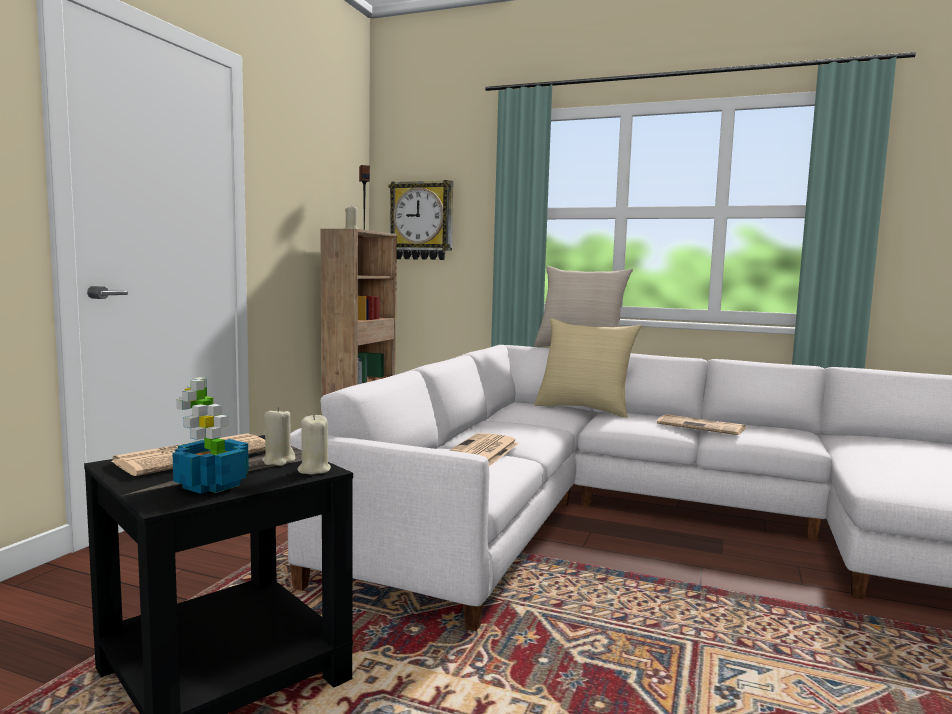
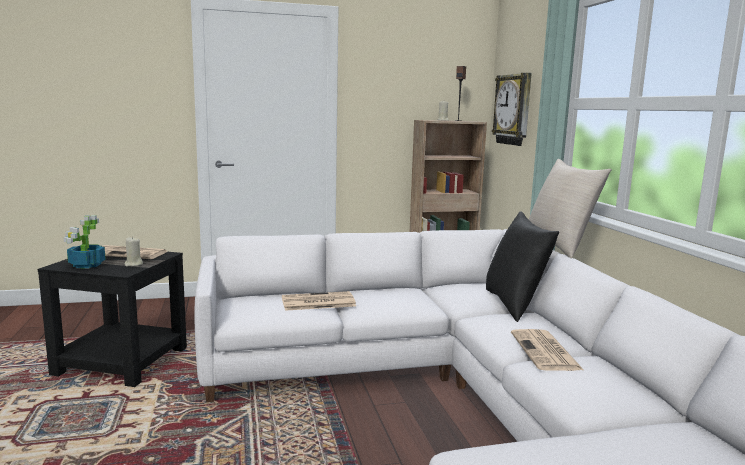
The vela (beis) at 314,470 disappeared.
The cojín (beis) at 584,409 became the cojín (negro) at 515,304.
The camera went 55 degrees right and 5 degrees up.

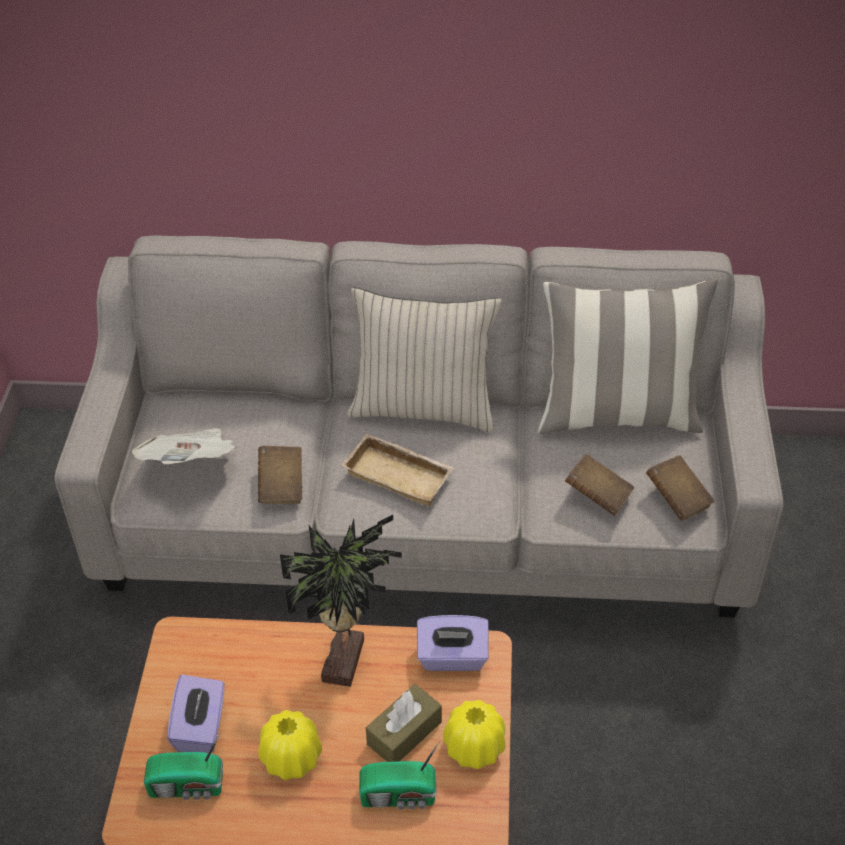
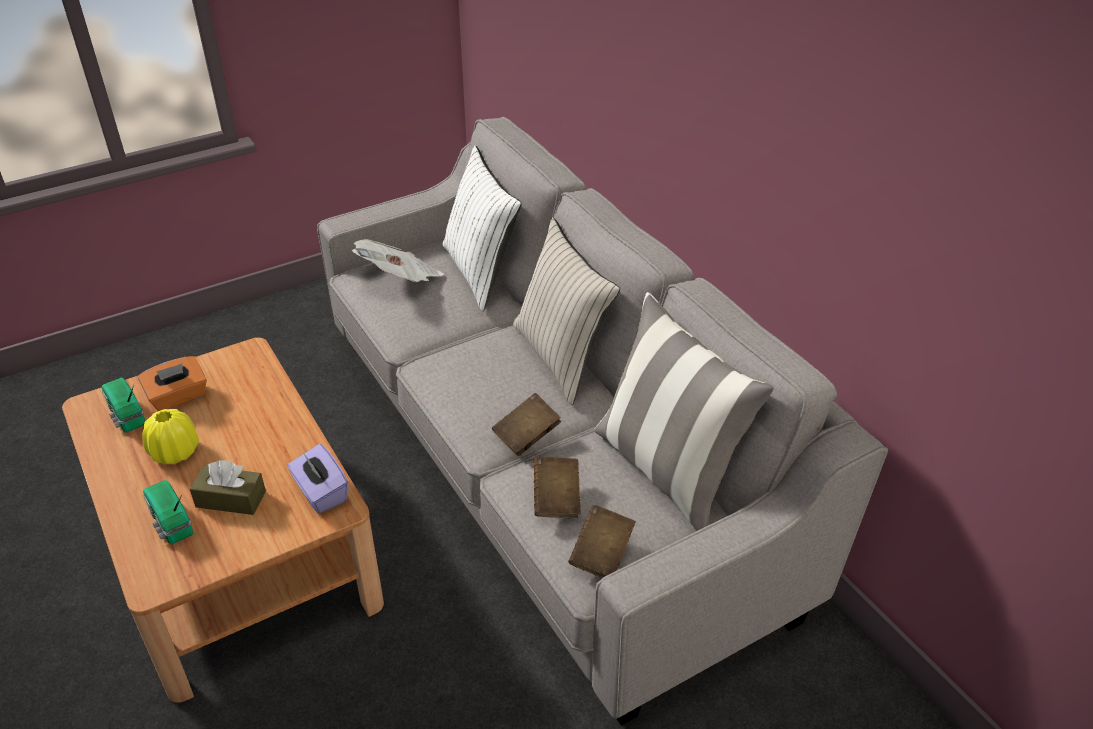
The caja de pañuelos (morado) at 201,727 became the caja de pañuelos (naranja) at 178,398.
The libro (marrón) moved from 281,486 to 526,436.
The planta en maceta at 348,660 disappeared.
The bandeja (beis) at 400,474 disappeared.
The florero (amarillo) at 474,748 disappeared.
The cojín (blanco) at 481,273 appeared.
The camera went 55 degrees right and 5 degrees down.

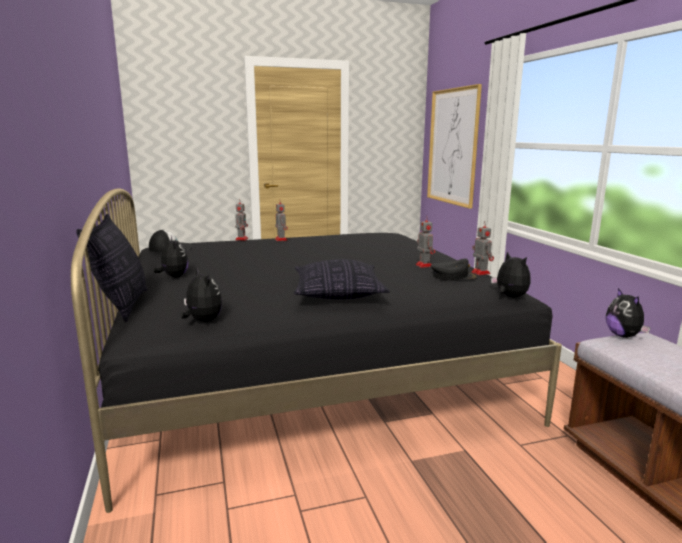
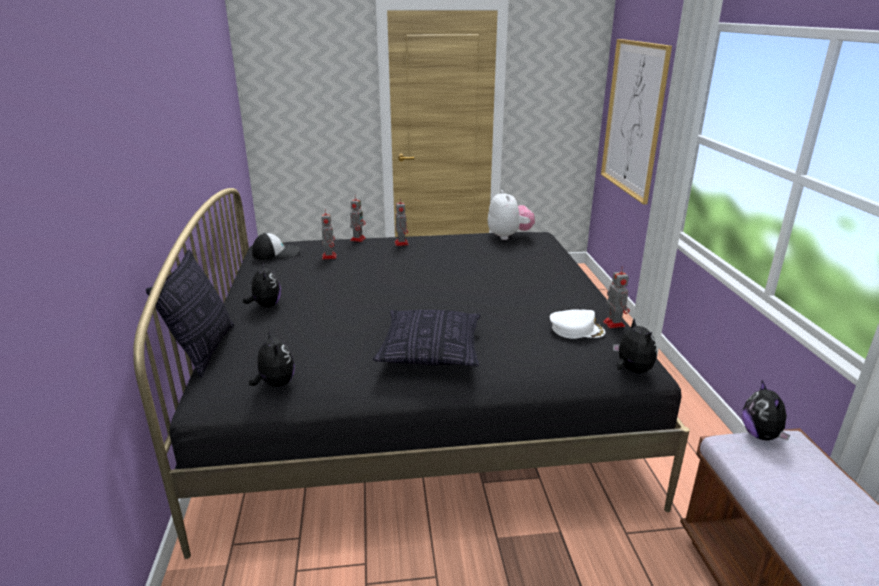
The robot de juguete moved from 423,265 to 329,256.
The gorra (negro) at 453,276 became the gorra (blanco) at 576,329.
The peluche at 508,236 appeared.
The camera went 10 degrees right and 10 degrees up.

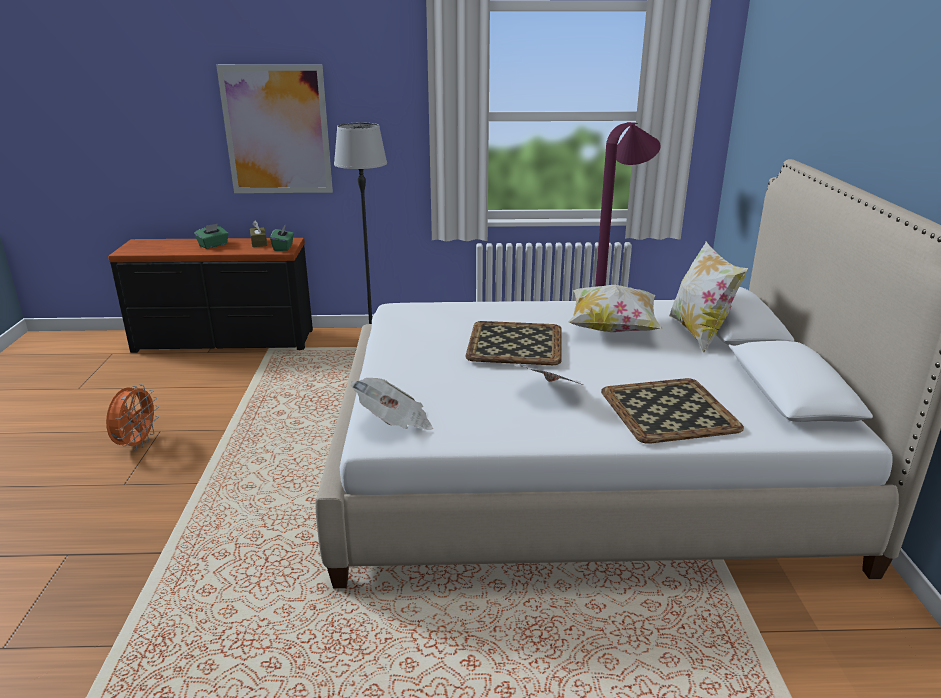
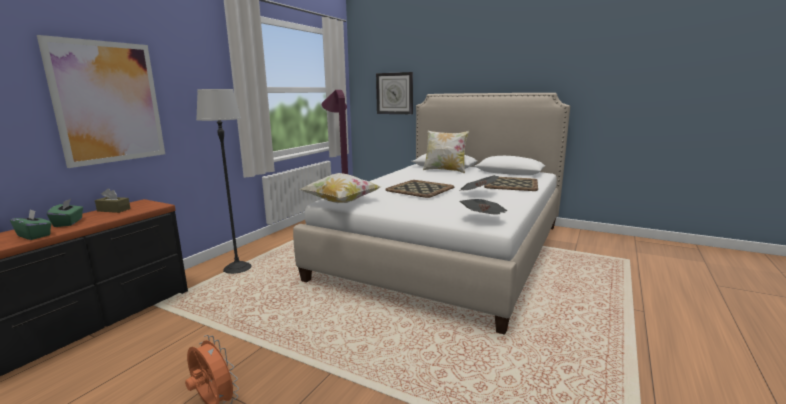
The caja de pañuelos (verde) moved from 283,247 to 34,235.
The cojín moved from 612,329 to 341,202.
The reloj de pared at 394,93 appeared.
The camera went 60 degrees left and 10 degrees down.

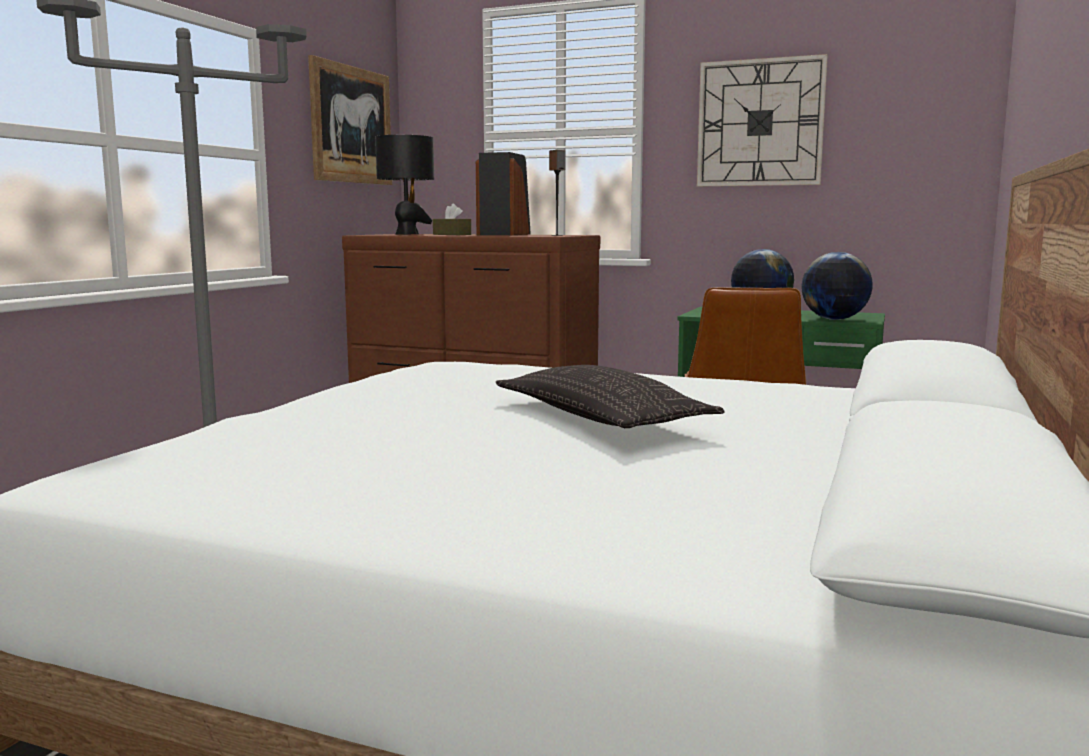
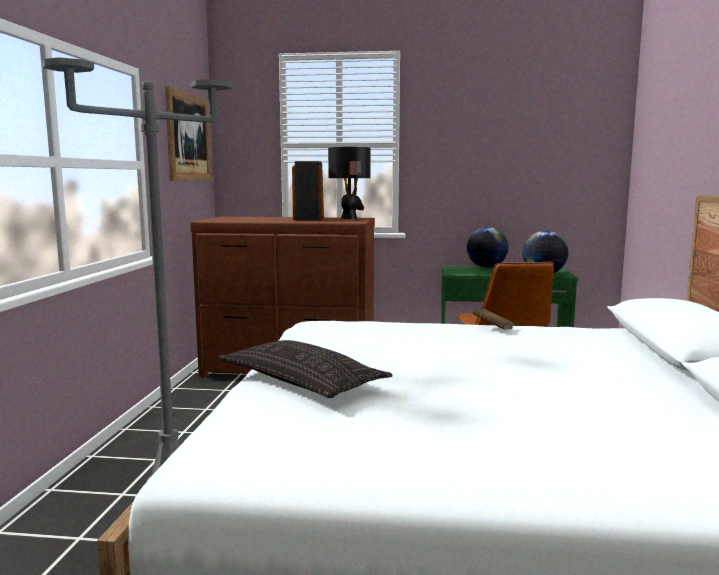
The lámpara de mesa (negro) moved from 407,234 to 349,218.
The caja de pañuelos (marrón) at 452,234 disappeared.
The cojín moved from 600,416 to 301,380.
The reloj de pared at 760,123 disappeared.
The libro (marrón) at 493,328 appeared.
The camera went 15 degrees left and 0 degrees up.

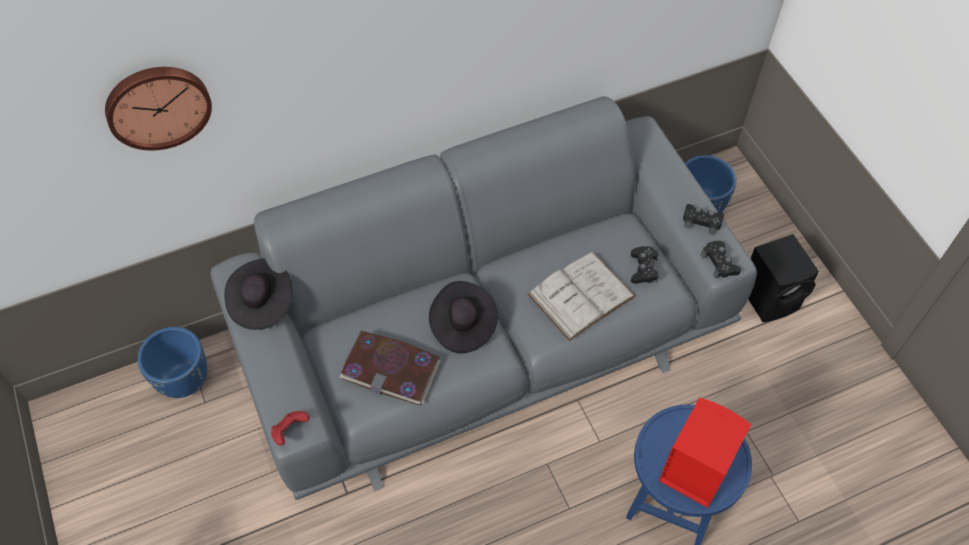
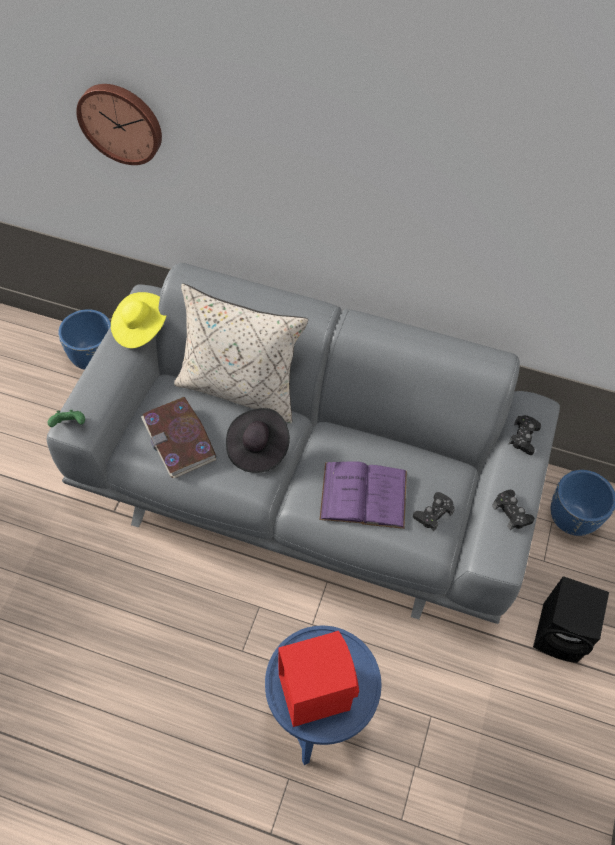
The sombrero (negro) at 261,303 became the sombrero (amarillo) at 140,329.
The mando de consola (rojo) at 290,431 became the mando de consola (verde) at 69,424.
The libro (blanco) at 581,295 became the libro (morado) at 363,495.
The mando de consola (negro) moved from 719,263 to 523,437.
The cojín (beis) at 240,388 appeared.
The camera went 40 degrees right and 0 degrees up.

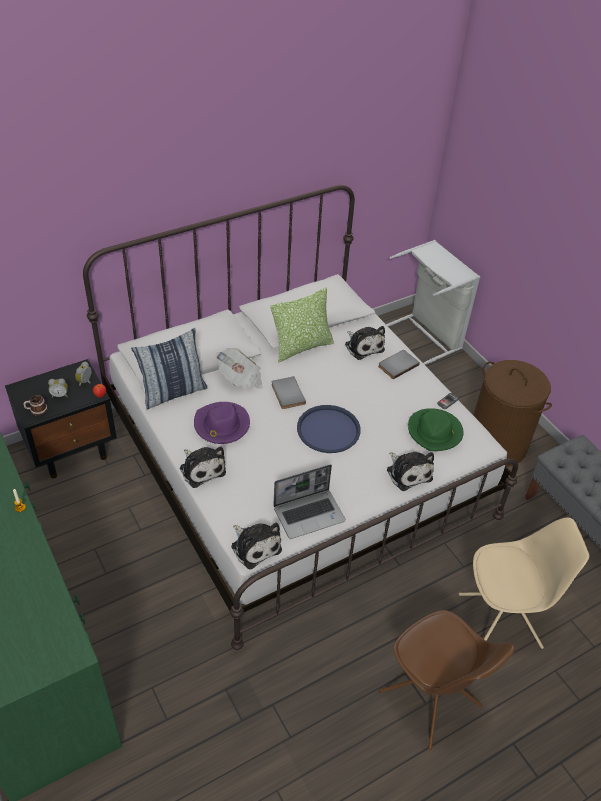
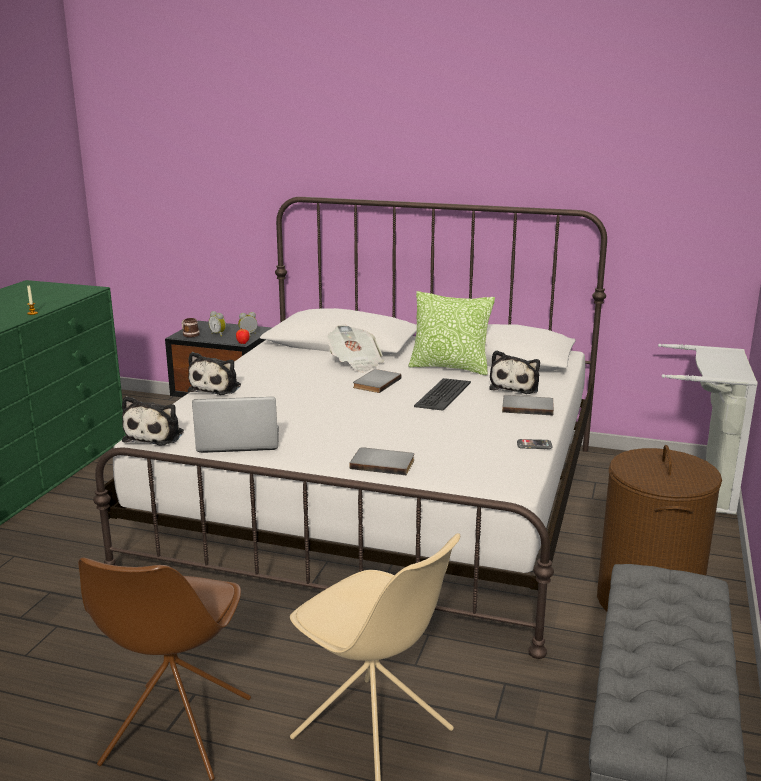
The cojín at 173,392 disappeared.
The sombrero (morado) at 221,425 disappeared.
The portátil at 309,514 turned 150 degrees clockwise.
The bandeja (azul) at 328,430 disappeared.
The peluche at 408,472 was replaced by the libro (gris) at 383,463.
The sombrero (verde) at 435,432 disappeared.
The teclado at 442,395 appeared.
The camera went 50 degrees right and 25 degrees down.

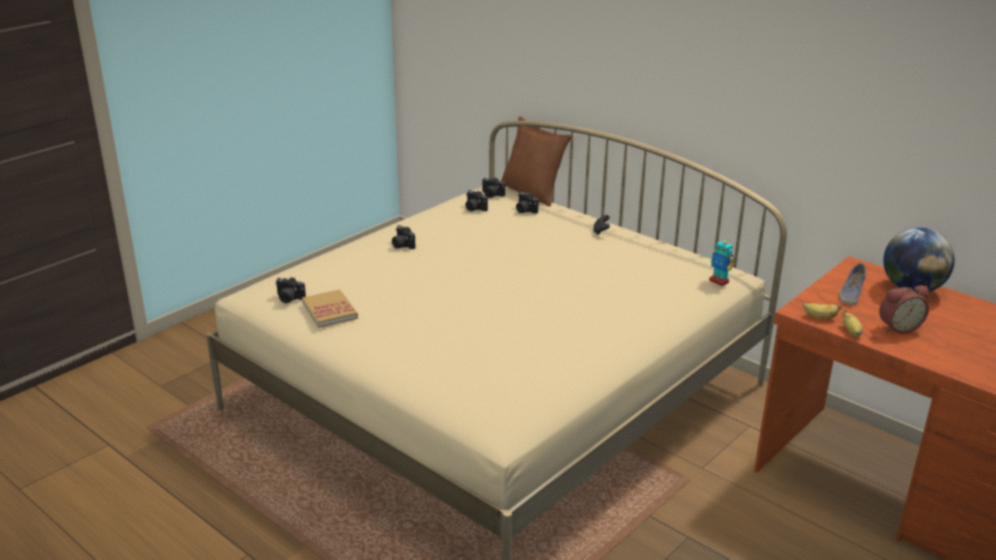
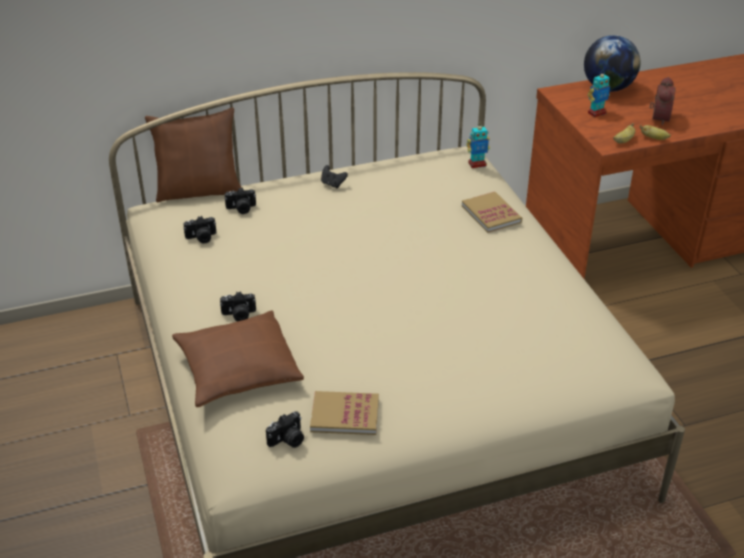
The cámara at 491,195 disappeared.
The zapato at 851,293 was replaced by the robot de juguete at 596,113.
The cojín (marrón) at 237,368 appeared.
The libro at 491,214 appeared.
The camera went 60 degrees left and 10 degrees up.

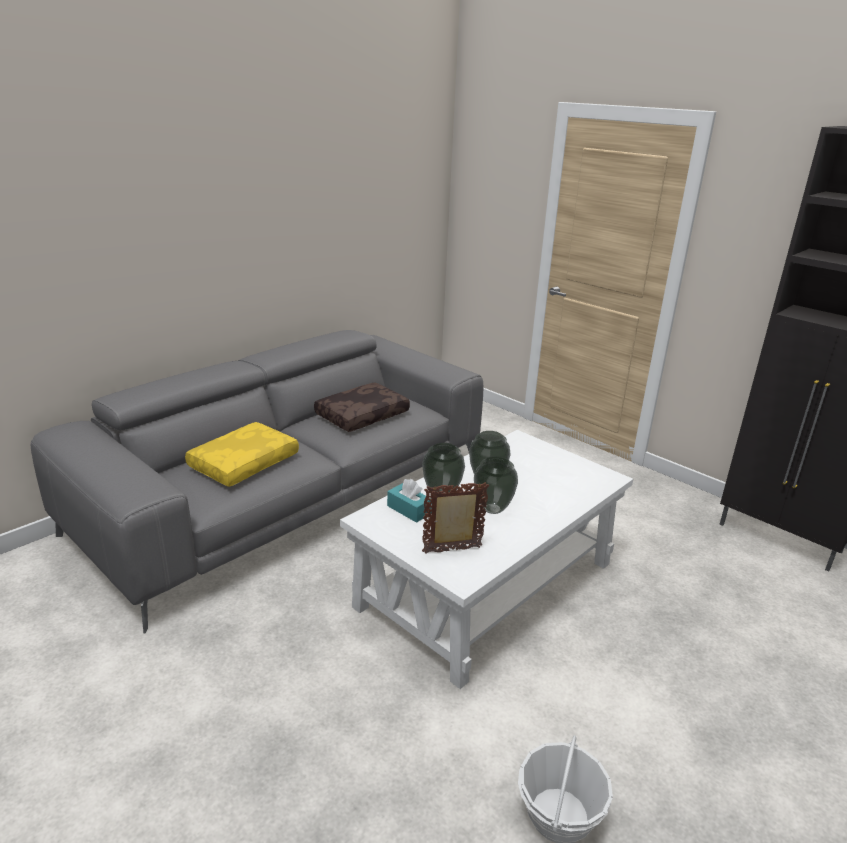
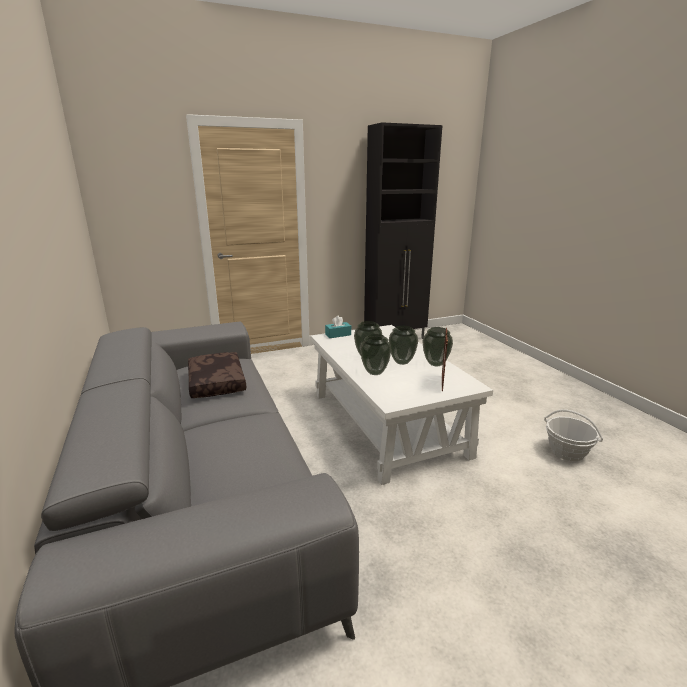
The cojín (amarillo) at 244,463 disappeared.
The caja de pañuelos (turquesa) moved from 409,510 to 338,334.
The florero at 435,364 appeared.
The camera went 65 degrees left and 5 degrees down.

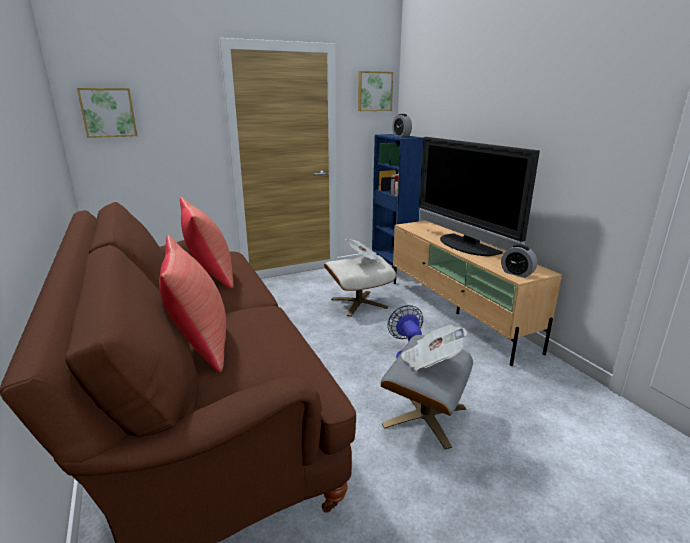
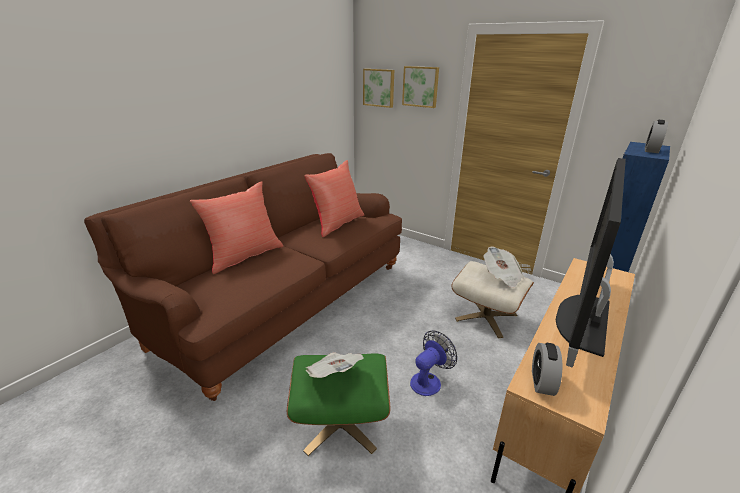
The cuadro moved from 374,91 to 421,86.
The puf (gris) at 424,416 became the puf (verde) at 341,423.
The camera went 60 degrees right and 5 degrees up.

